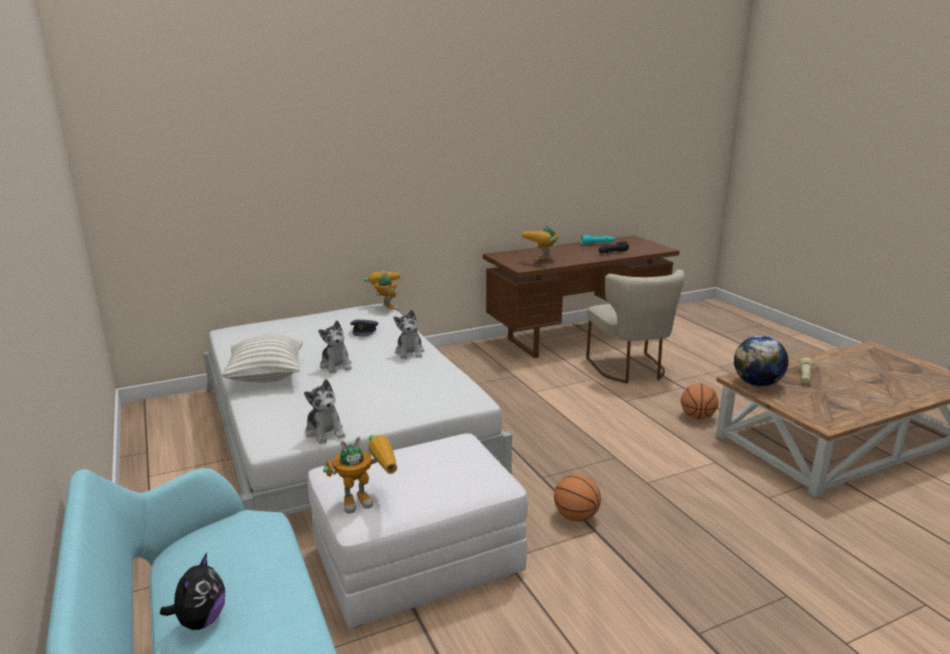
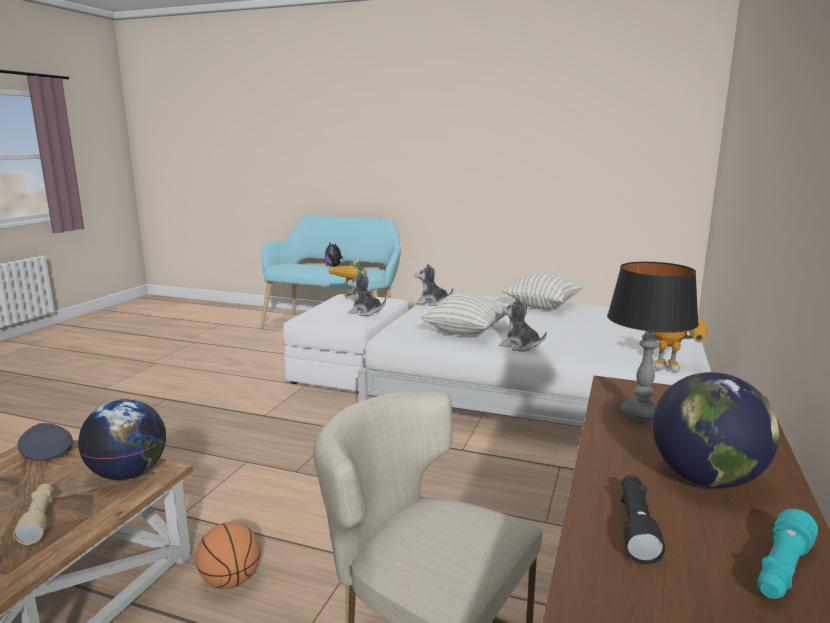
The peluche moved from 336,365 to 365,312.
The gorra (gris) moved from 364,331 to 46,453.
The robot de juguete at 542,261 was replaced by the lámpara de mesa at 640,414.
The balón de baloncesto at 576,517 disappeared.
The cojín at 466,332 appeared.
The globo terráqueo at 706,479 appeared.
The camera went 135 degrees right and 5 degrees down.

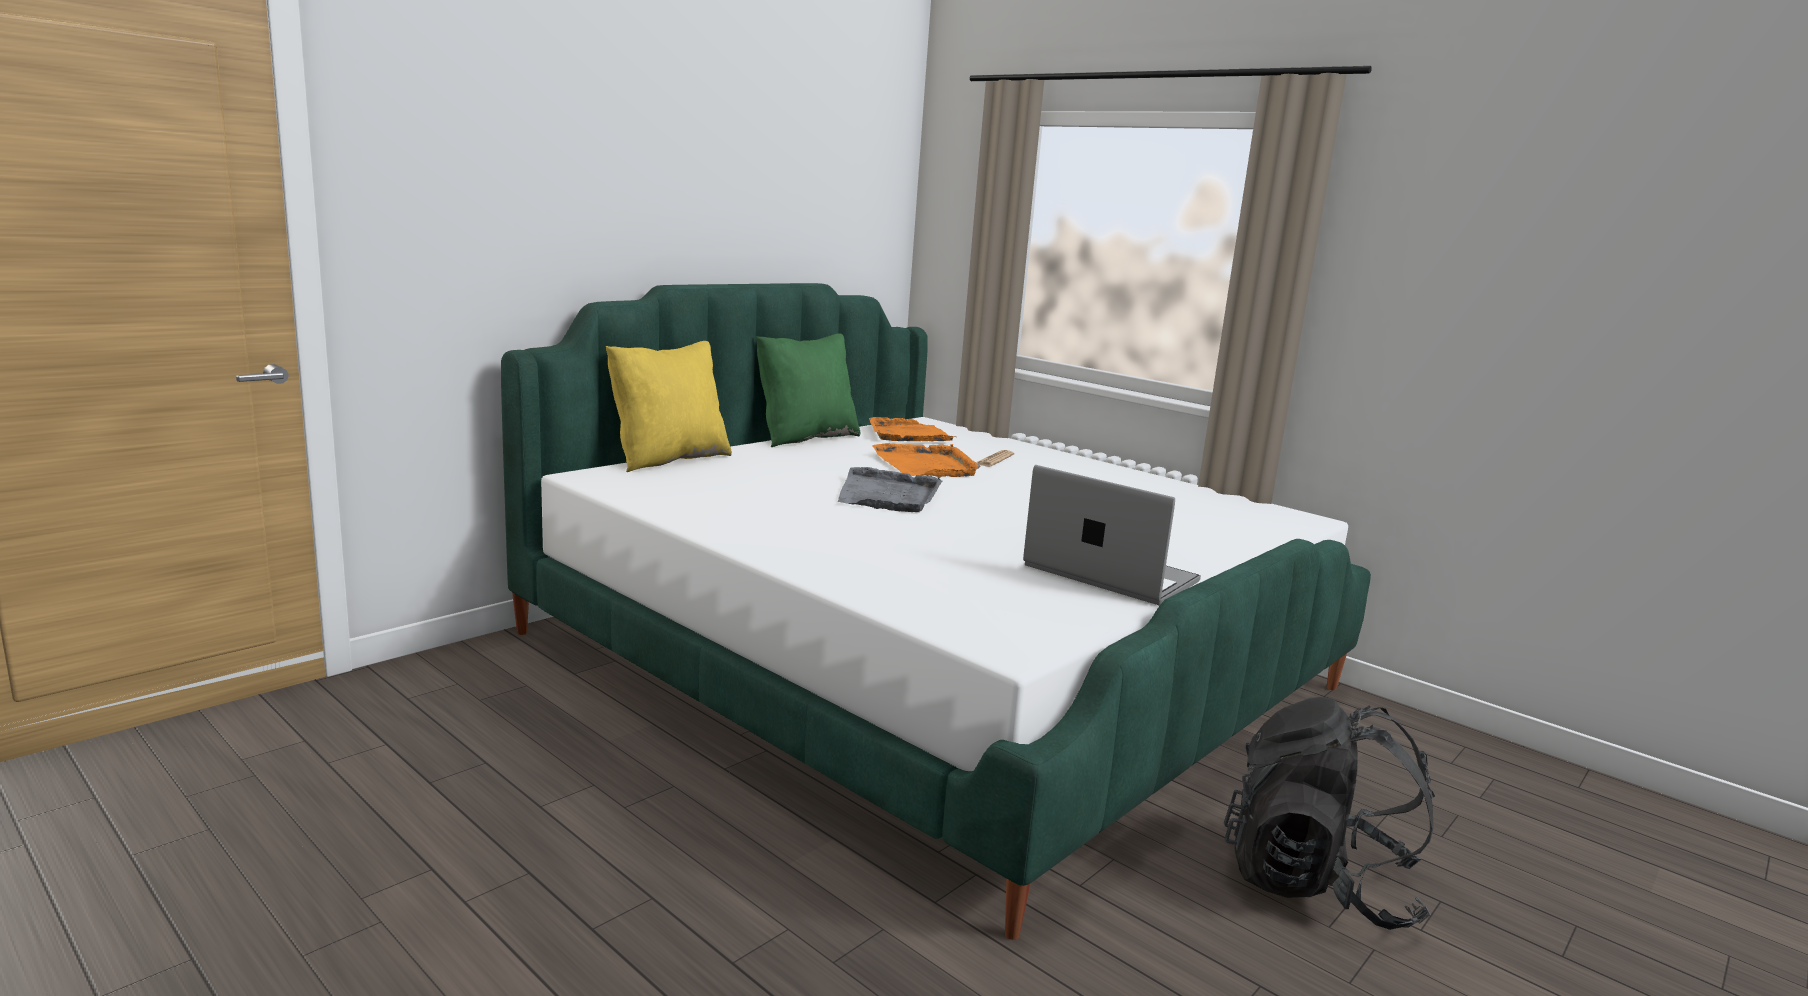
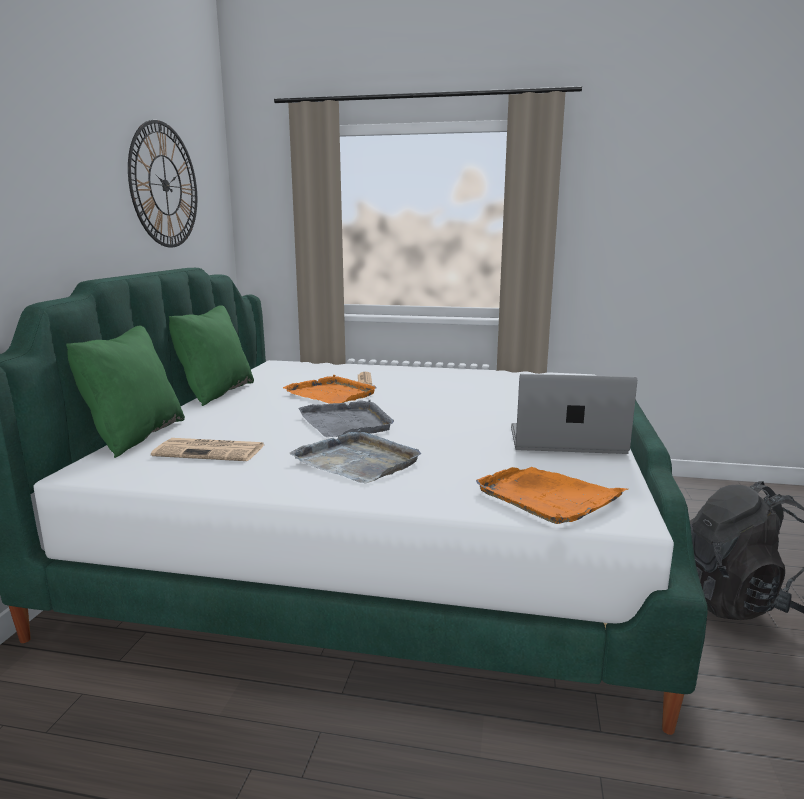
The cojín (amarillo) at 668,459 became the cojín (verde) at 134,436.
The bandeja (naranja) moved from 908,435 to 548,497.
The reloj de pared at 165,185 appeared.
The periódico at 211,451 appeared.
The bandeja (gris) at 358,461 appeared.
The camera went 30 degrees left and 0 degrees up.

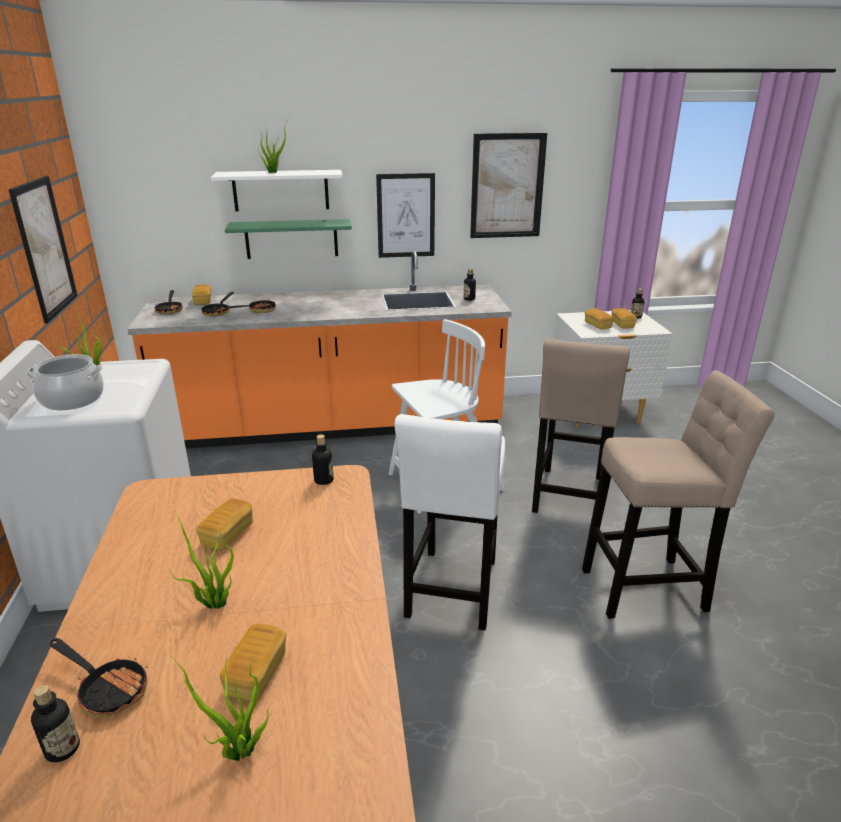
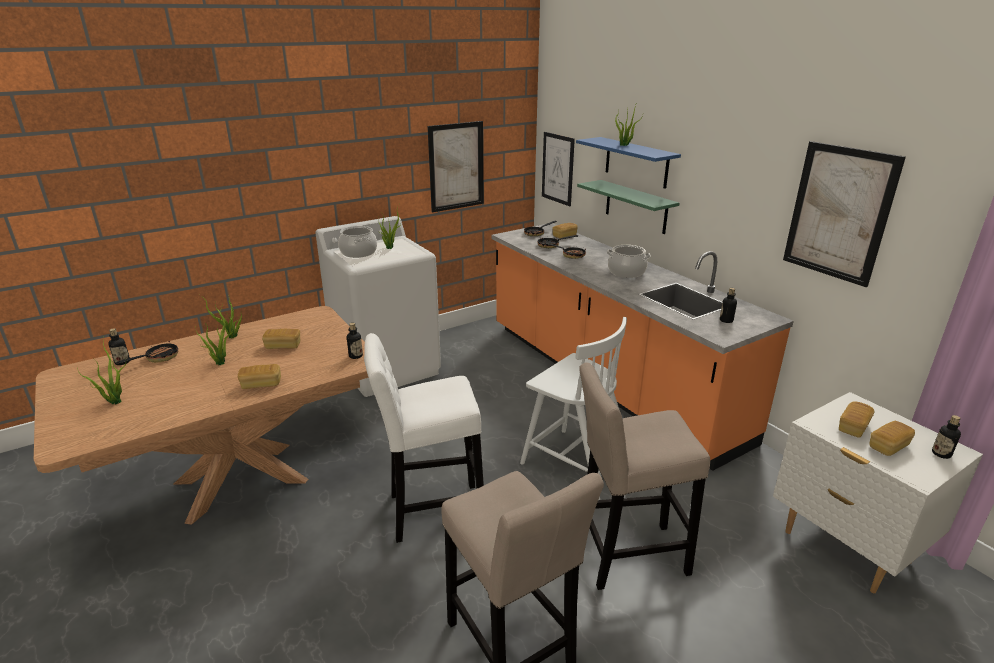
The sartén at 107,689 turned 150 degrees counterclockwise.
The estante (blanco) at 281,190 became the estante (azul) at 636,162.
The pan moved from 256,674 to 261,384.
The cuadro moved from 406,216 to 557,168.
The planta en maceta at 232,337 appeared.
The olla at 626,272 appeared.
The camera went 65 degrees right and 0 degrees up.

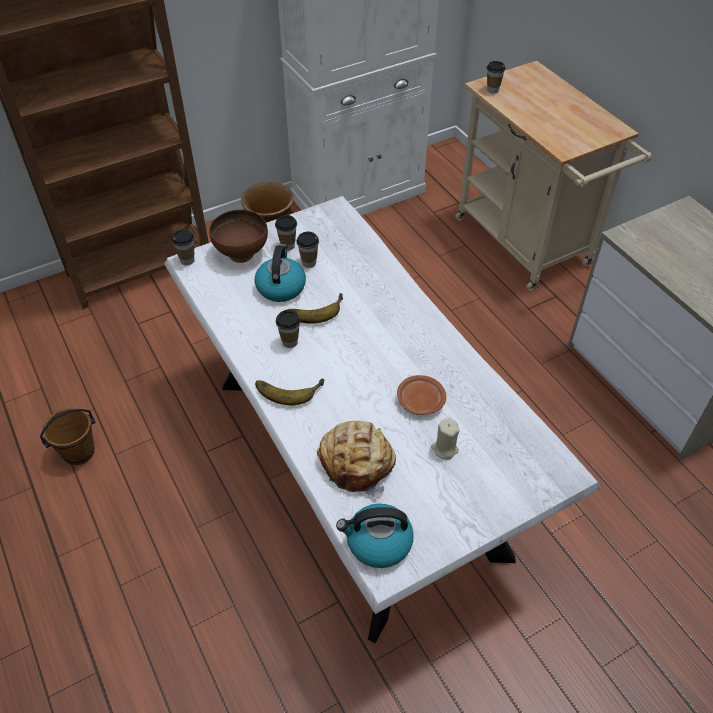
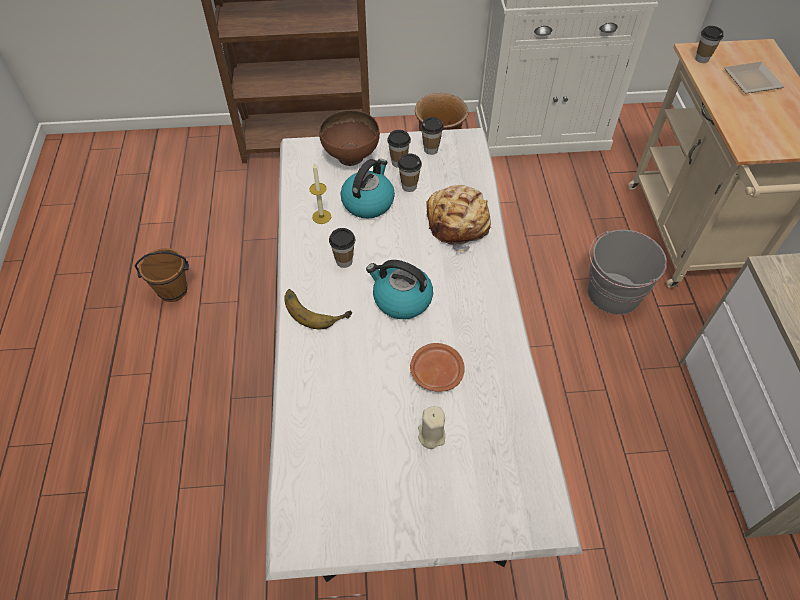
The taza moved from 187,260 to 431,149.
The plátano at 313,309 disappeared.
The pan moved from 358,462 to 458,223.
The hervidor moved from 378,543 to 401,299.
The vela at 321,216 appeared.
The cubo (gris) at 613,294 appeared.
The plato at 749,79 appeared.
The camera went 25 degrees right and 5 degrees up.

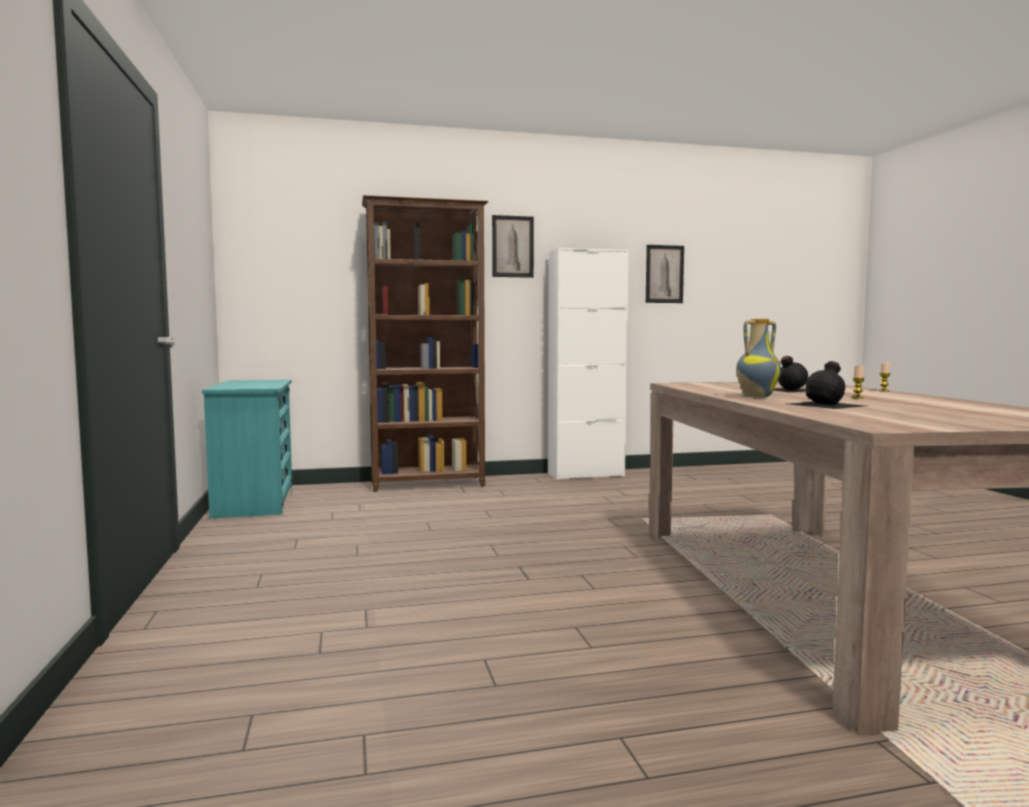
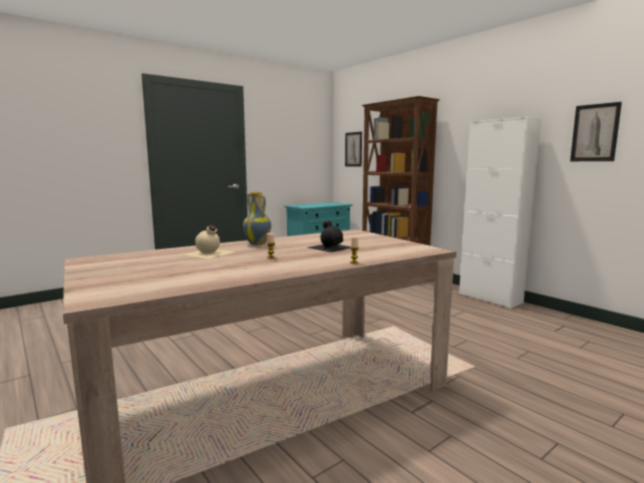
The cuadro moved from 512,246 to 353,149.
The botella (negro) at 827,404 became the botella (beis) at 209,253.
The camera went 65 degrees right and 5 degrees up.

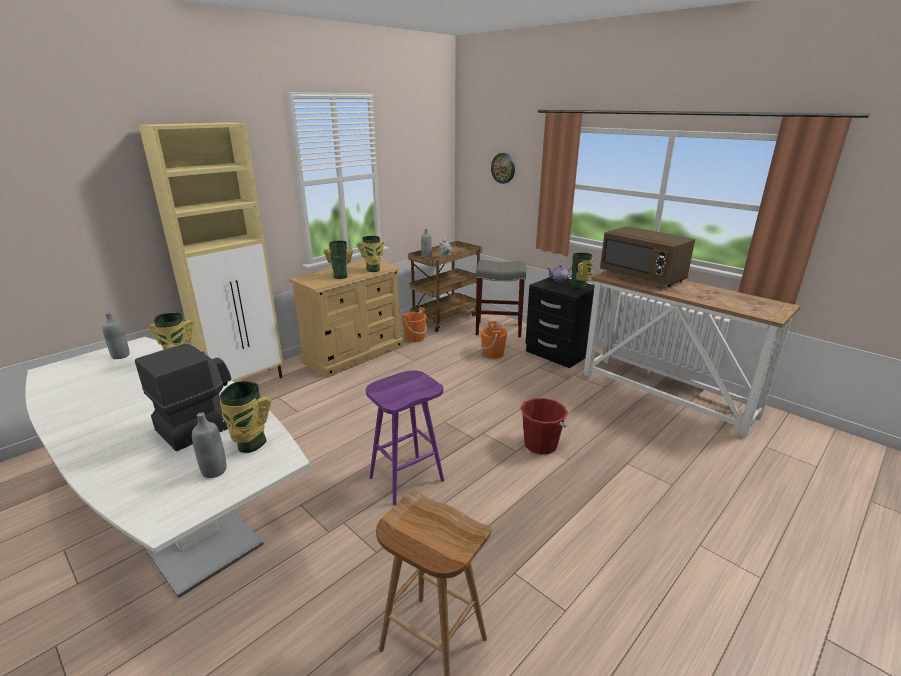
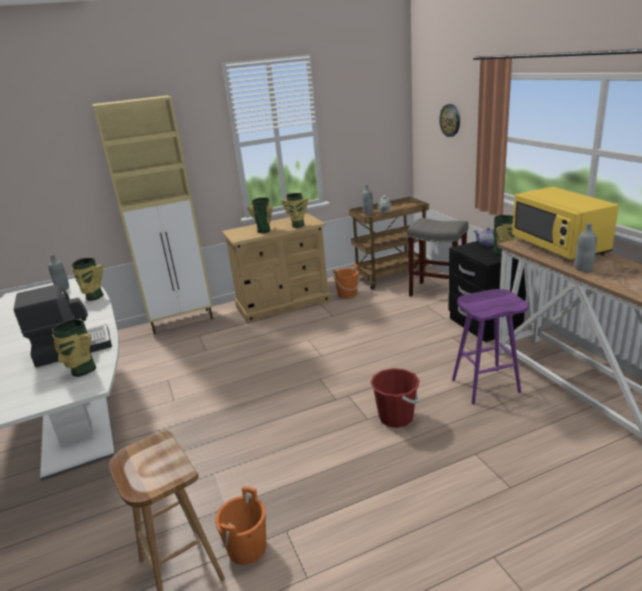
The botella (gris) moved from 214,471 to 583,268.
The taburete (morado) moved from 407,478 to 486,385.
The cubo (naranja) moved from 493,354 to 247,548.
The microondas (marrón) at 642,276 became the microondas (amarillo) at 559,246.
The camera went 25 degrees right and 0 degrees up.

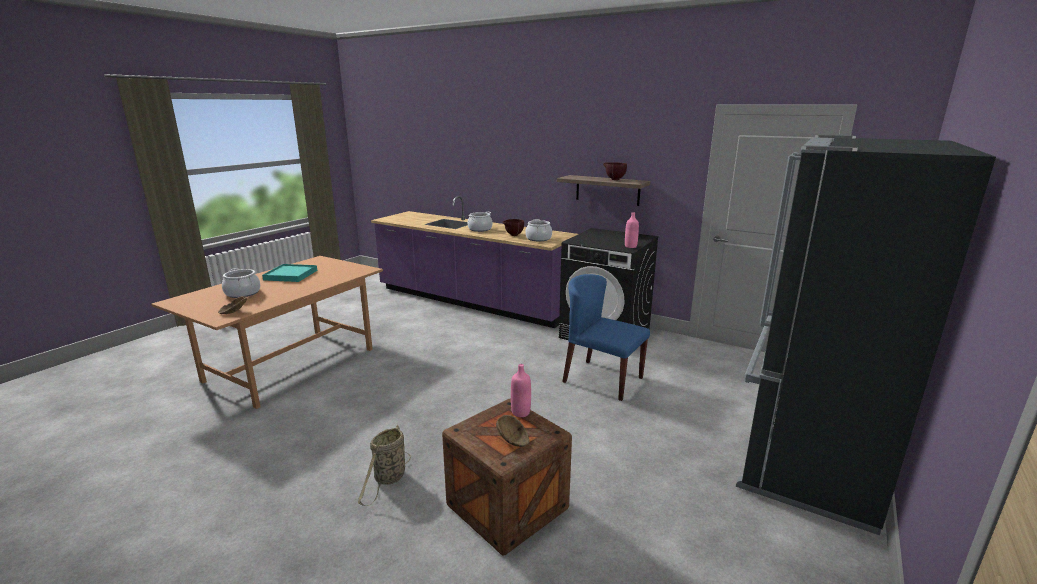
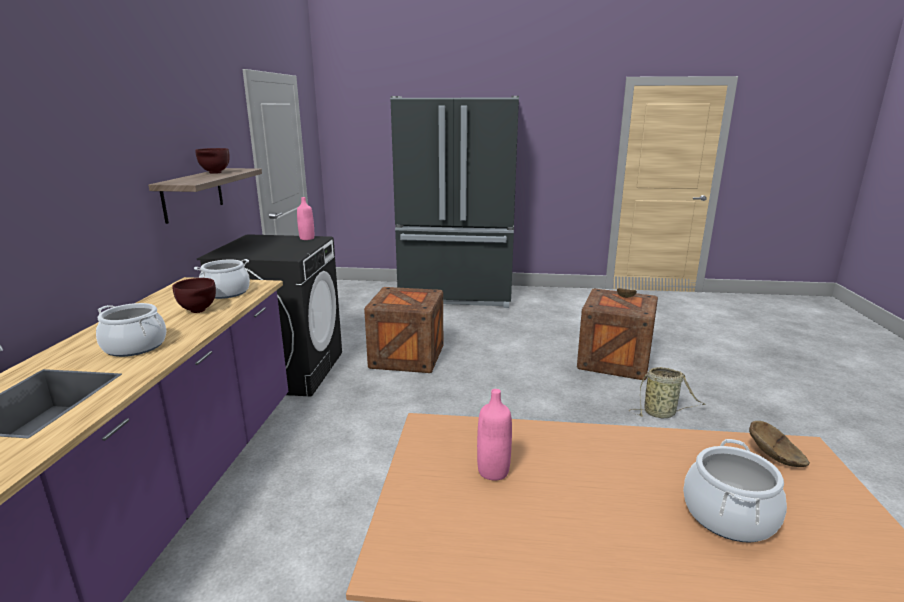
The bandeja (turquesa) at 290,275 disappeared.
The botella (rosa) moved from 520,412 to 493,471.
The silla (azul) at 602,379 was replaced by the caja de embalaje at 407,357.
The camera went 115 degrees left and 0 degrees up.

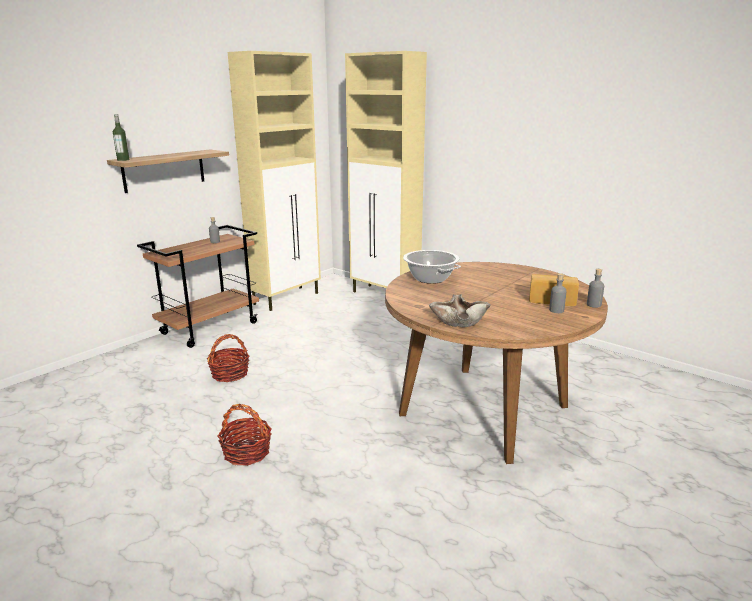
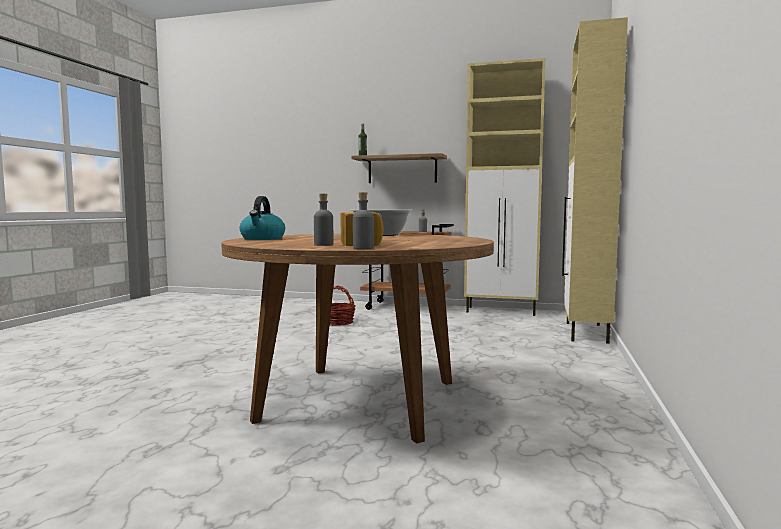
The cesta at 247,452 disappeared.
The cuenco (beis) at 459,321 was replaced by the hervidor at 262,238.
The camera went 65 degrees right and 15 degrees down.

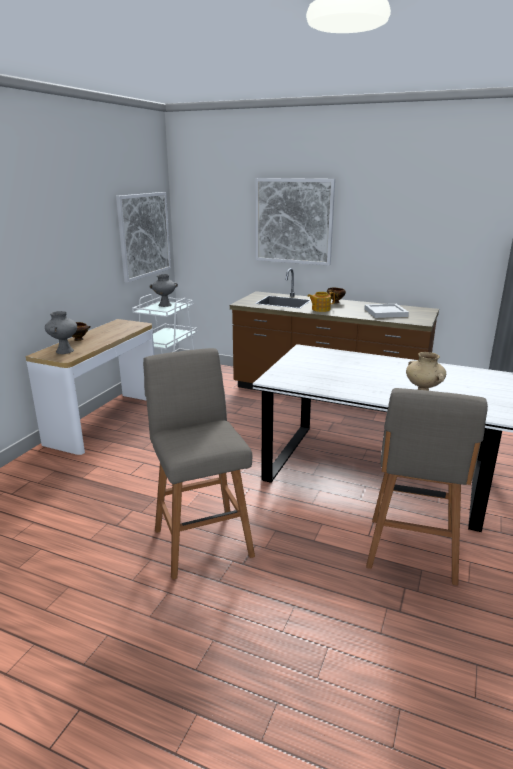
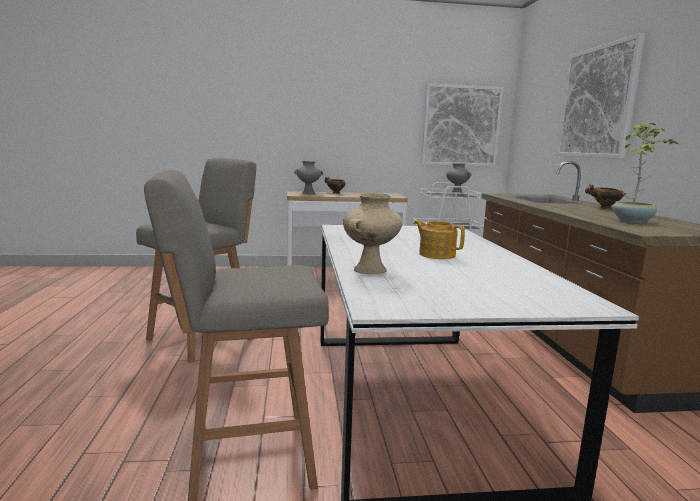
The tetera moved from 320,309 to 436,254.
The bandeja (blanco) at 386,313 was replaced by the planta en maceta at 632,221.
The camera went 60 degrees right and 10 degrees down.

